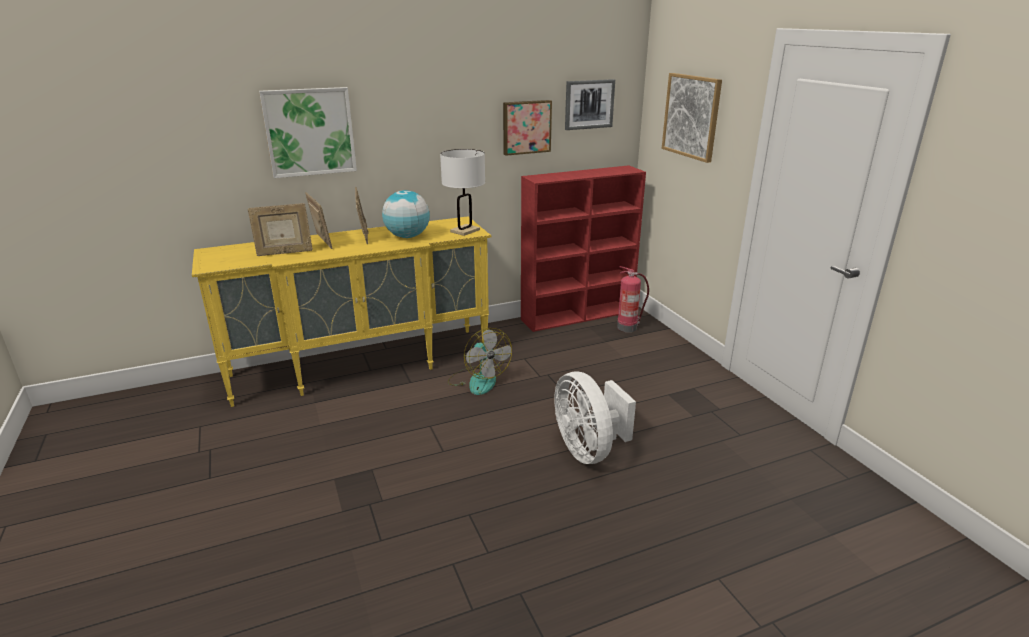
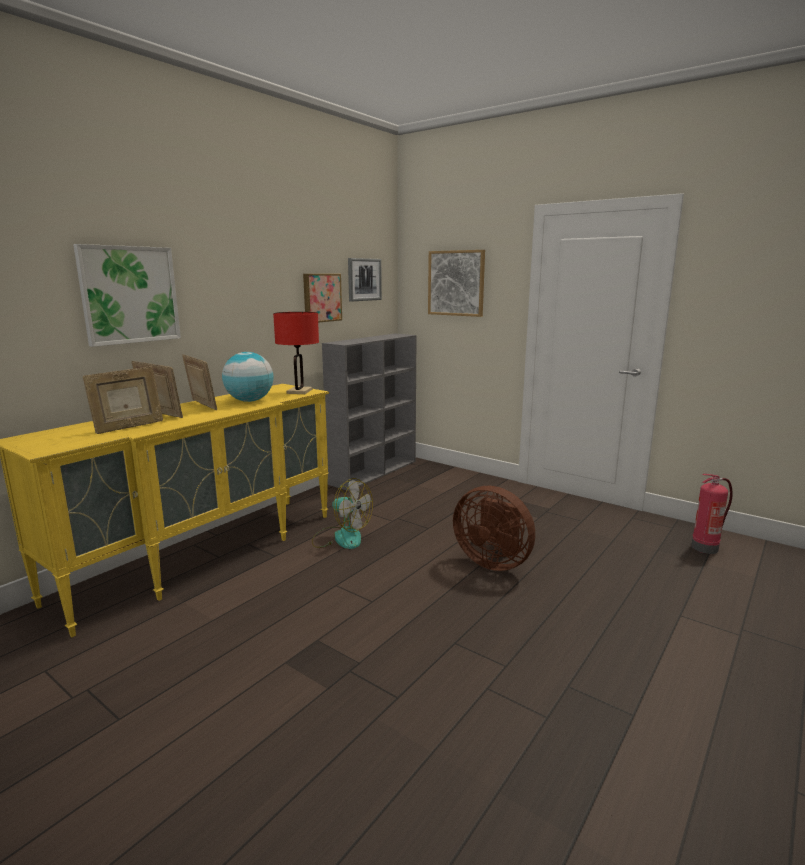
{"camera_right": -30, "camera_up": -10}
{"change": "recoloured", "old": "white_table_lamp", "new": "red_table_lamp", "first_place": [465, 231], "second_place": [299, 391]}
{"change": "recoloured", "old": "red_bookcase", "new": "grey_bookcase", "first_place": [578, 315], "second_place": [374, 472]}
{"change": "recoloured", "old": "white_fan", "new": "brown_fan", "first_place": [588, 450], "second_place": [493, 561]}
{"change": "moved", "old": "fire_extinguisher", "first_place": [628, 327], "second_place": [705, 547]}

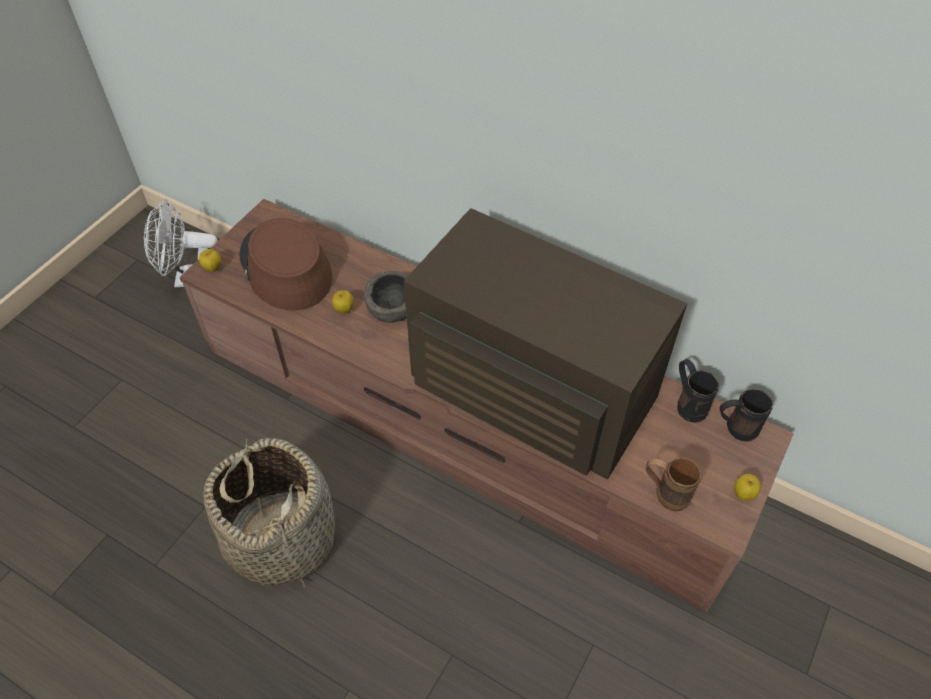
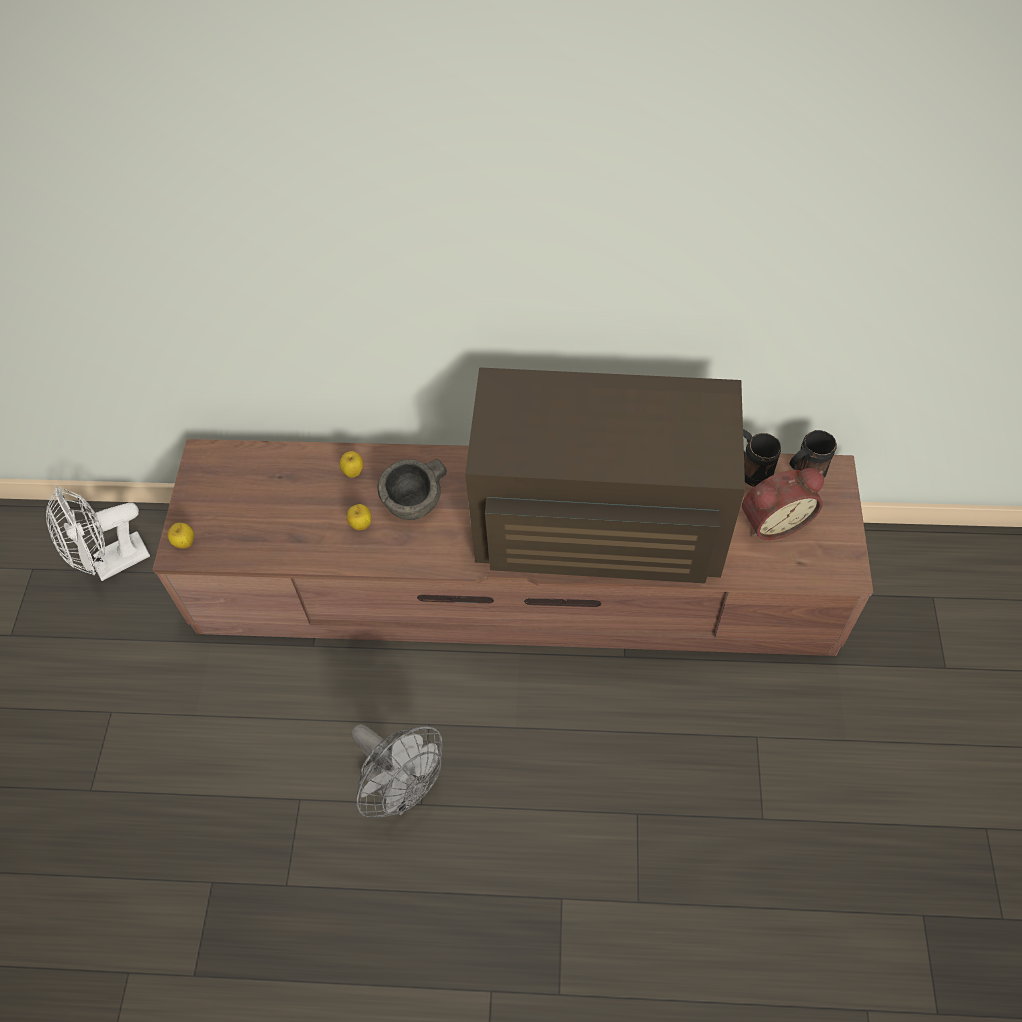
{"camera_right": -25, "camera_up": 5}
{"change": "moved", "old": "apple", "first_place": [743, 495], "second_place": [353, 472]}
{"change": "replaced", "old": "basket", "new": "grey_fan", "first_place": [281, 538], "second_place": [402, 790]}
{"change": "added", "new": "alarm_clock", "second_place": [773, 520]}
{"change": "removed", "old": "brown_hat", "first_place": [285, 268]}
{"change": "removed", "old": "brown_mug", "first_place": [664, 493]}

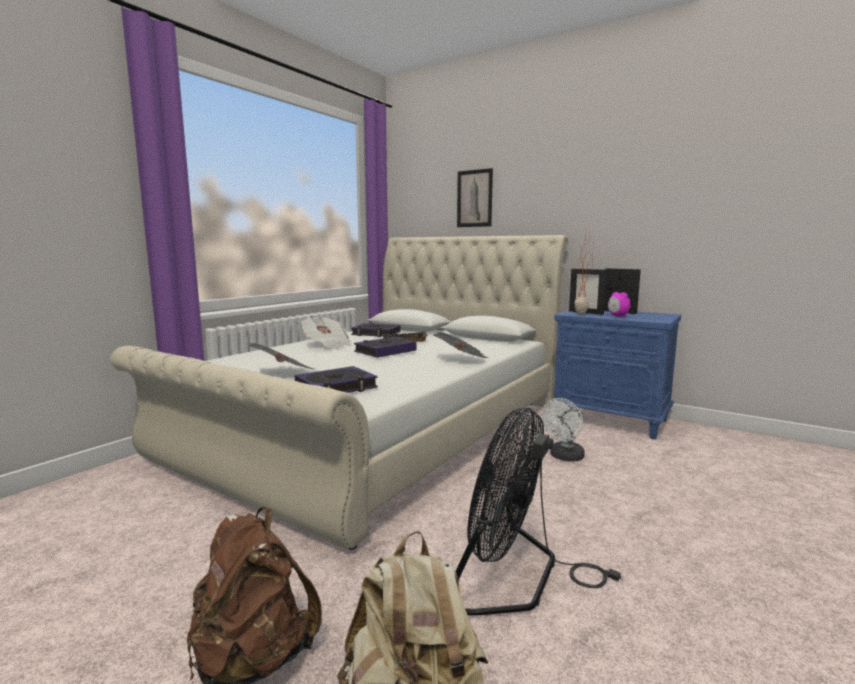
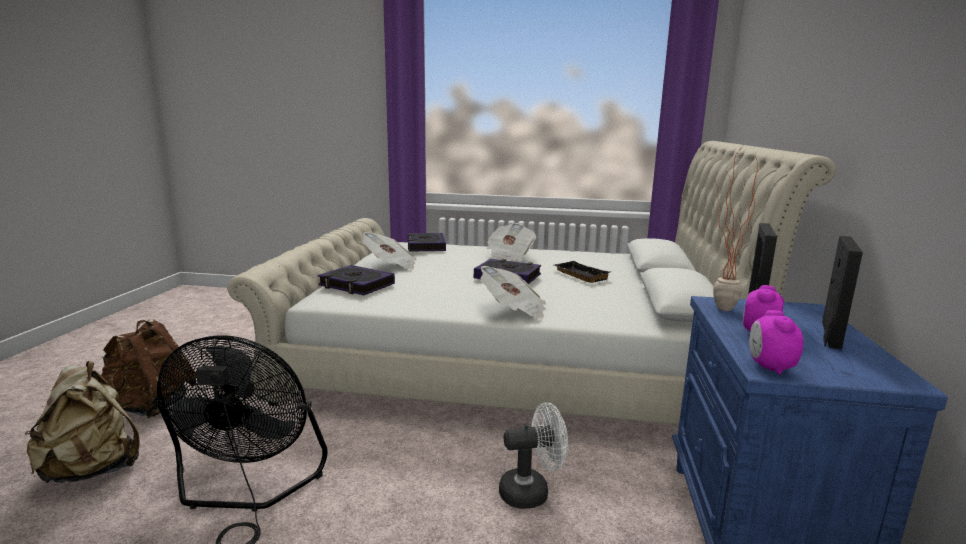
{"camera_right": 65, "camera_up": 5}
{"change": "moved", "old": "book", "first_place": [376, 334], "second_place": [426, 246]}
{"change": "turned", "old": "white_fan", "first_place": [564, 457], "second_place": [531, 492], "degrees": 150}
{"change": "added", "new": "alarm_clock", "second_place": [769, 367]}
{"change": "removed", "old": "picture", "first_place": [474, 198]}

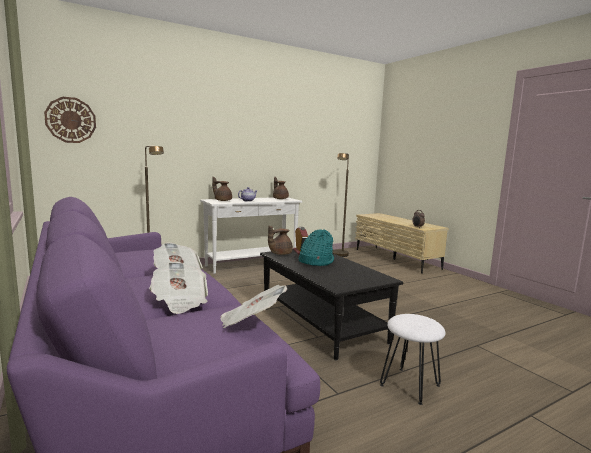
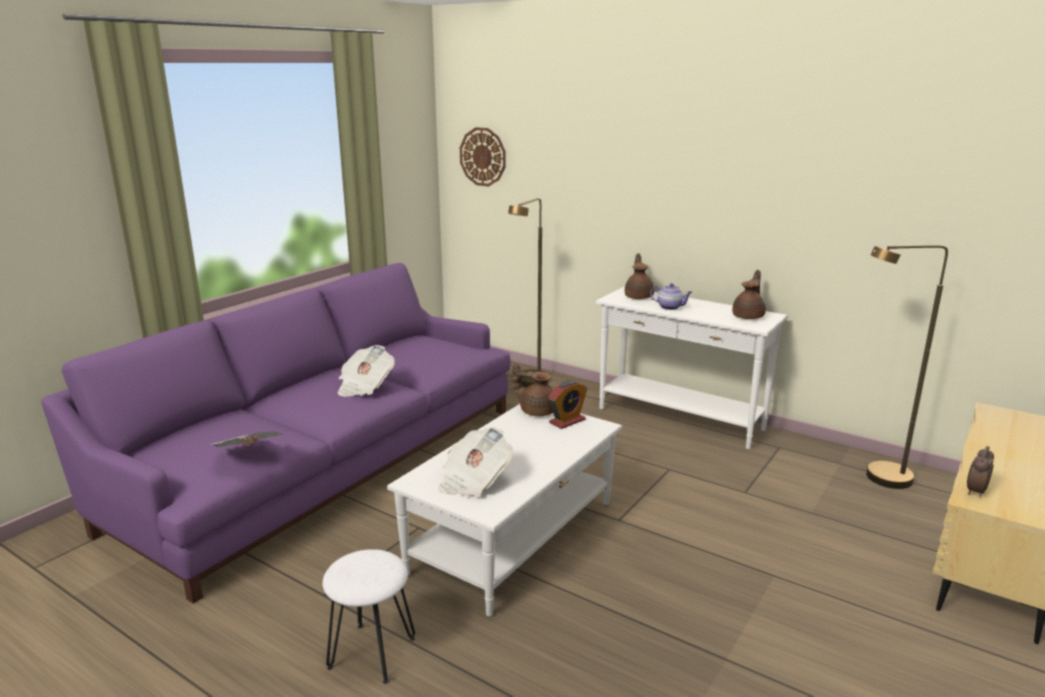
{"camera_right": 65, "camera_up": 10}
{"change": "recoloured", "old": "black_coffee_table", "new": "white_coffee_table", "first_place": [320, 321], "second_place": [514, 536]}
{"change": "moved", "old": "newspaper", "first_place": [180, 302], "second_place": [473, 480]}
{"change": "removed", "old": "turquoise_hat", "first_place": [315, 261]}

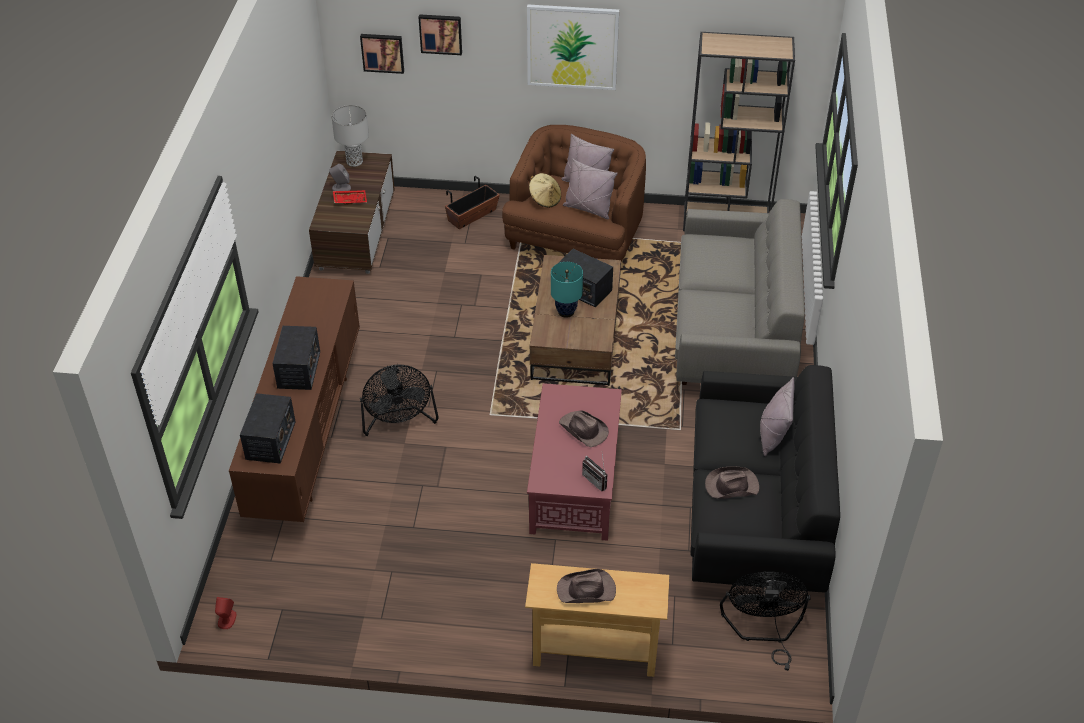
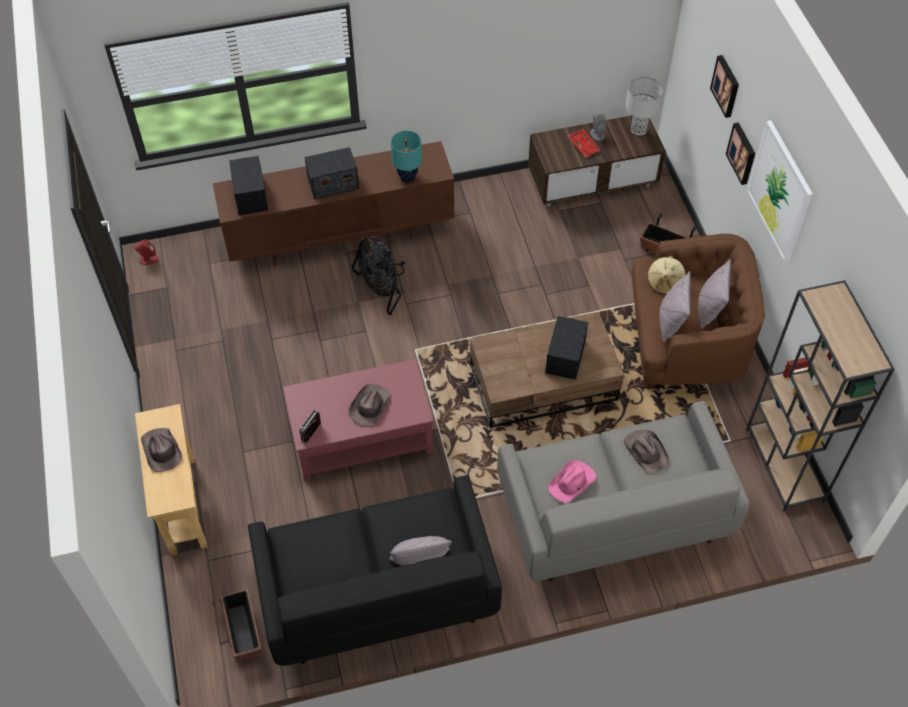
{"camera_right": 70, "camera_up": 10}
{"change": "replaced", "old": "black_fan", "new": "planter", "first_place": [765, 630], "second_place": [243, 632]}
{"change": "turned", "old": "radio", "first_place": [270, 440], "second_place": [250, 195], "degrees": 90}
{"change": "moved", "old": "turquoise_table_lamp", "first_place": [566, 312], "second_place": [407, 177]}
{"change": "added", "new": "pink_hat", "second_place": [572, 482]}
{"change": "moved", "old": "brown_hat", "first_place": [731, 486], "second_place": [645, 451]}
{"change": "moved", "old": "picture", "first_place": [382, 52], "second_place": [742, 153]}

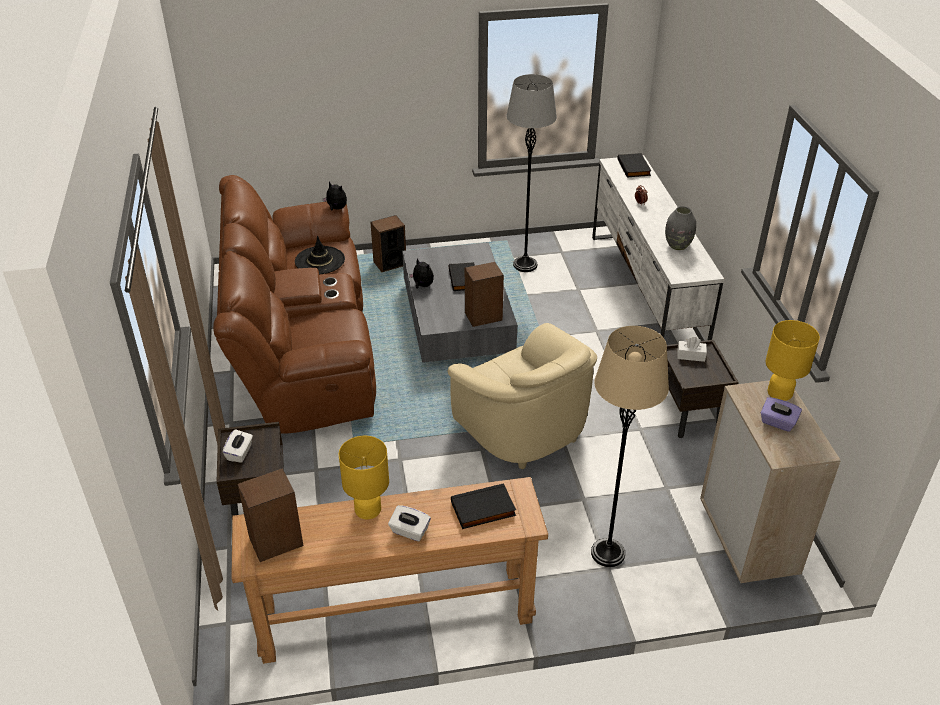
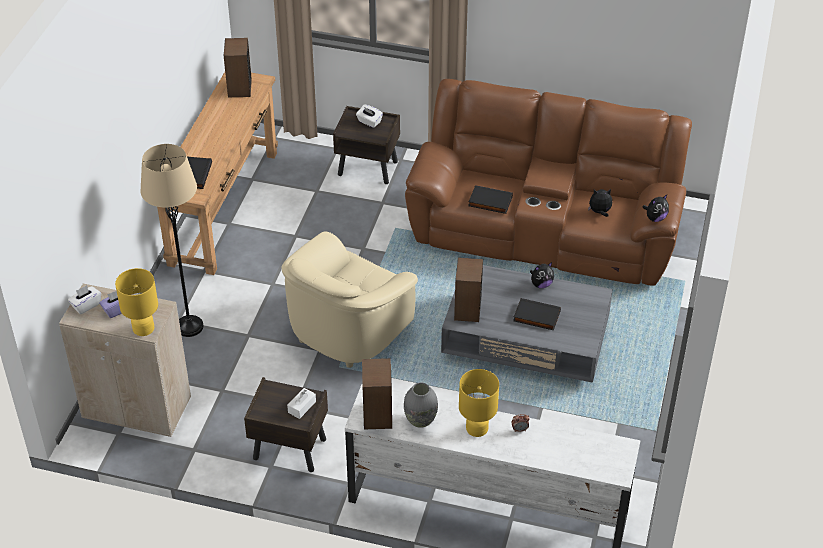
{"camera_right": 115, "camera_up": 5}
{"change": "moved", "old": "white_tissue_box", "first_place": [409, 531], "second_place": [86, 305]}
{"change": "turned", "old": "beige_armchair", "first_place": [521, 428], "second_place": [349, 329], "degrees": -45}
{"change": "moved", "old": "speaker", "first_place": [389, 264], "second_place": [378, 414]}
{"change": "moved", "old": "yellow_table_lamp", "first_place": [368, 509], "second_place": [477, 428]}
{"change": "moved", "old": "black_book", "first_place": [634, 167], "second_place": [489, 202]}
{"change": "replaced", "old": "black_hat", "new": "plush_toy", "first_place": [320, 260], "second_place": [599, 212]}
{"change": "removed", "old": "grey_floor_lamp", "first_place": [525, 265]}

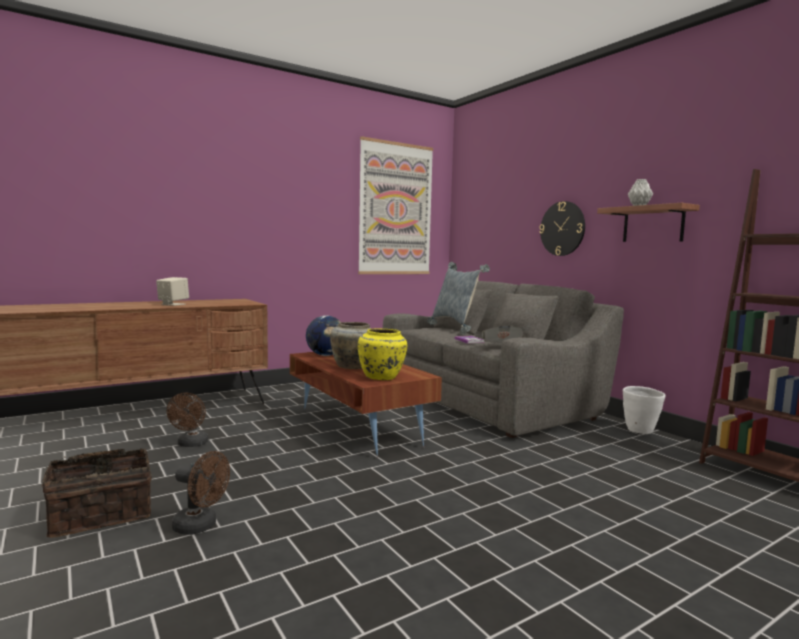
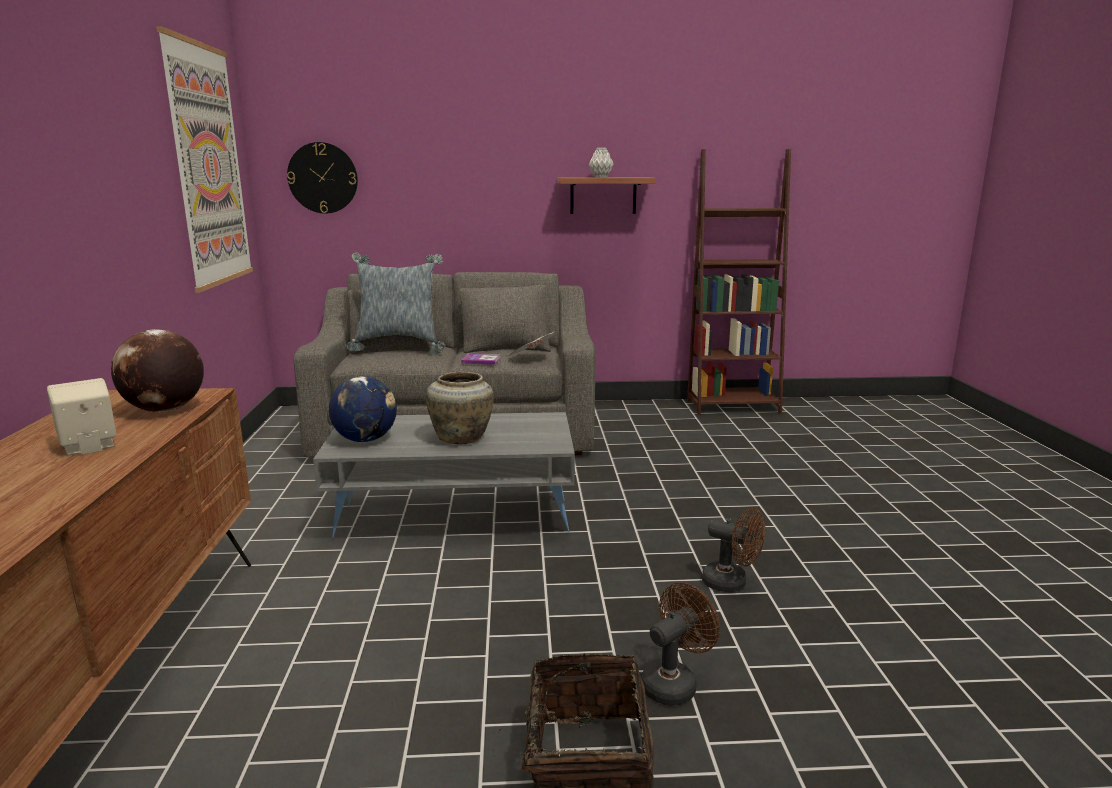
{"camera_right": -60, "camera_up": 10}
{"change": "added", "new": "globe", "second_place": [164, 410]}
{"change": "moved", "old": "wall_clock", "first_place": [562, 228], "second_place": [323, 178]}
{"change": "recoloured", "old": "brown_coffee_table", "new": "grey_coffee_table", "first_place": [359, 427], "second_place": [455, 518]}
{"change": "moved", "old": "brown_fan", "first_place": [191, 444], "second_place": [731, 583]}
{"change": "removed", "old": "yellow_vase", "first_place": [382, 377]}
{"change": "removed", "old": "white_planter", "first_place": [640, 431]}

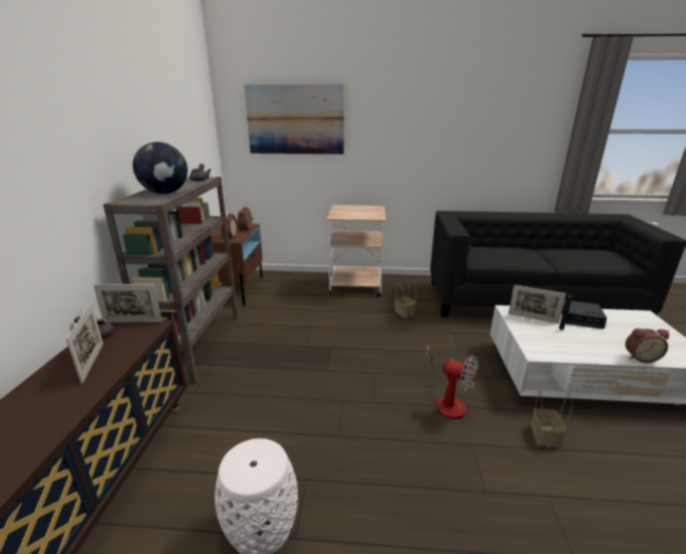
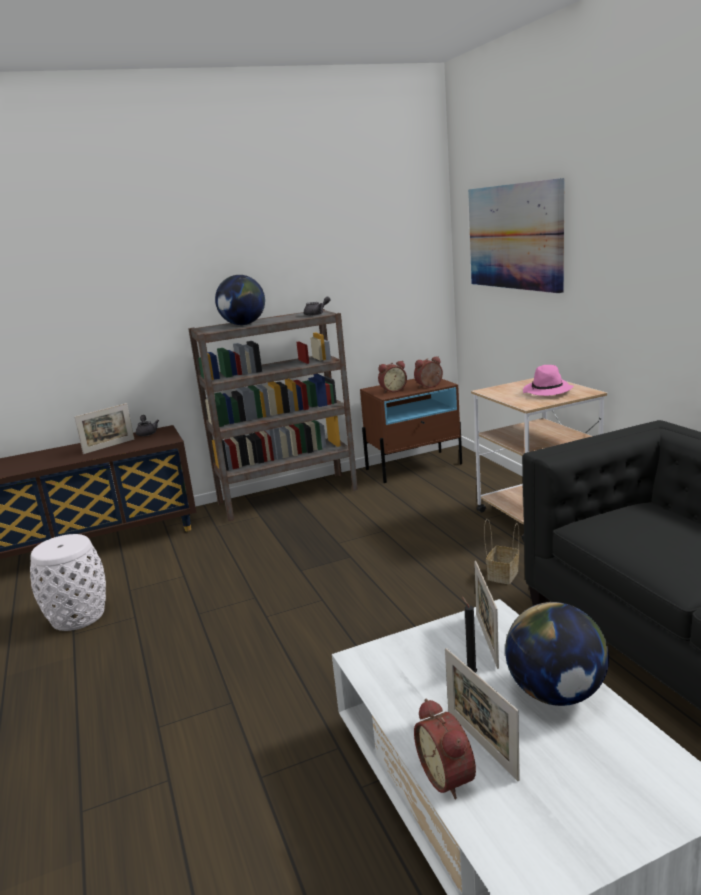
{"camera_right": 65, "camera_up": -5}
{"change": "moved", "old": "picture_frame", "first_place": [133, 322], "second_place": [481, 744]}
{"change": "replaced", "old": "alarm_clock", "new": "globe", "first_place": [580, 318], "second_place": [556, 693]}
{"change": "added", "new": "pink_hat", "second_place": [548, 391]}
{"change": "removed", "old": "fan", "first_place": [446, 400]}
{"change": "removed", "old": "basket", "first_place": [544, 435]}

